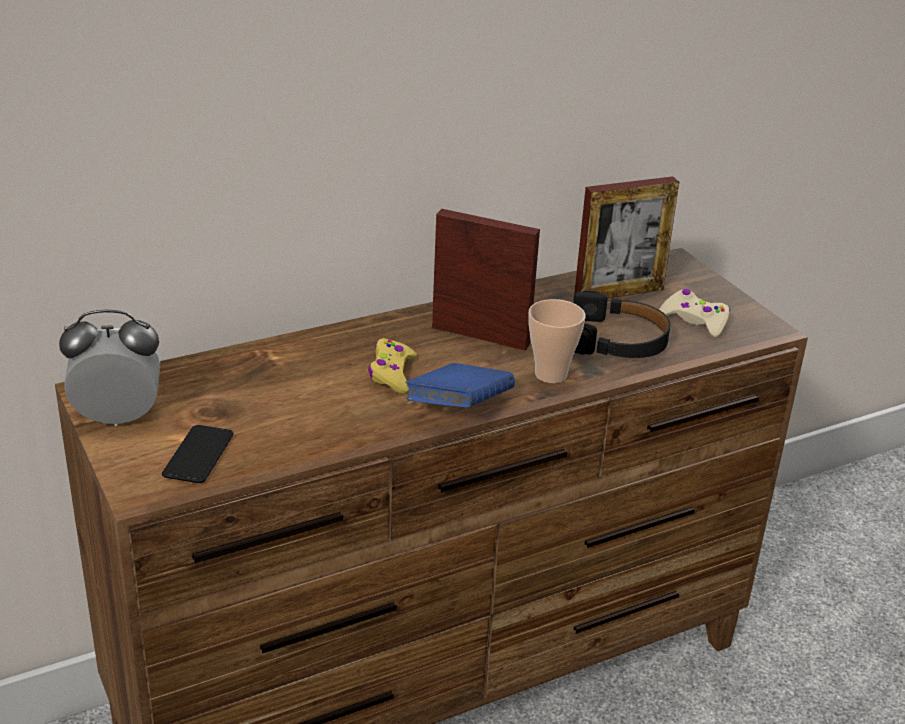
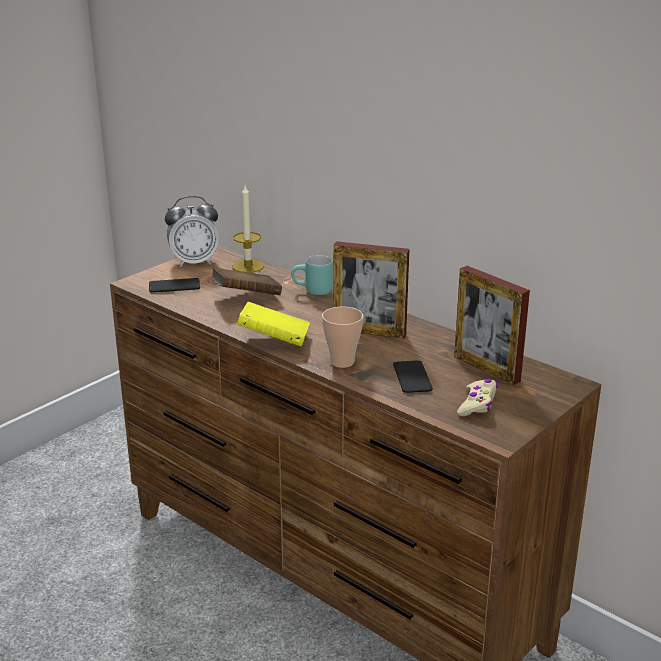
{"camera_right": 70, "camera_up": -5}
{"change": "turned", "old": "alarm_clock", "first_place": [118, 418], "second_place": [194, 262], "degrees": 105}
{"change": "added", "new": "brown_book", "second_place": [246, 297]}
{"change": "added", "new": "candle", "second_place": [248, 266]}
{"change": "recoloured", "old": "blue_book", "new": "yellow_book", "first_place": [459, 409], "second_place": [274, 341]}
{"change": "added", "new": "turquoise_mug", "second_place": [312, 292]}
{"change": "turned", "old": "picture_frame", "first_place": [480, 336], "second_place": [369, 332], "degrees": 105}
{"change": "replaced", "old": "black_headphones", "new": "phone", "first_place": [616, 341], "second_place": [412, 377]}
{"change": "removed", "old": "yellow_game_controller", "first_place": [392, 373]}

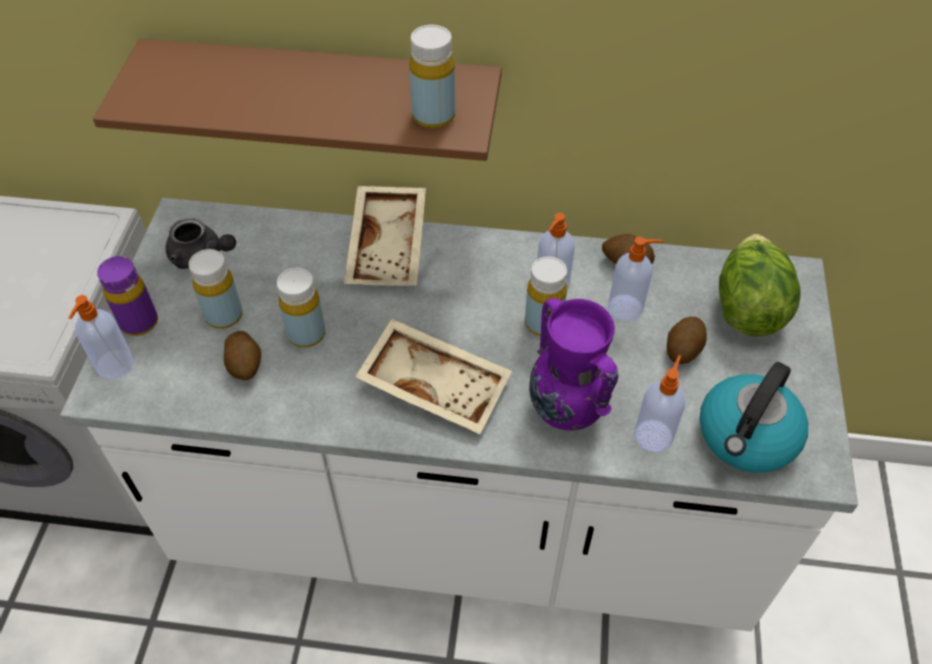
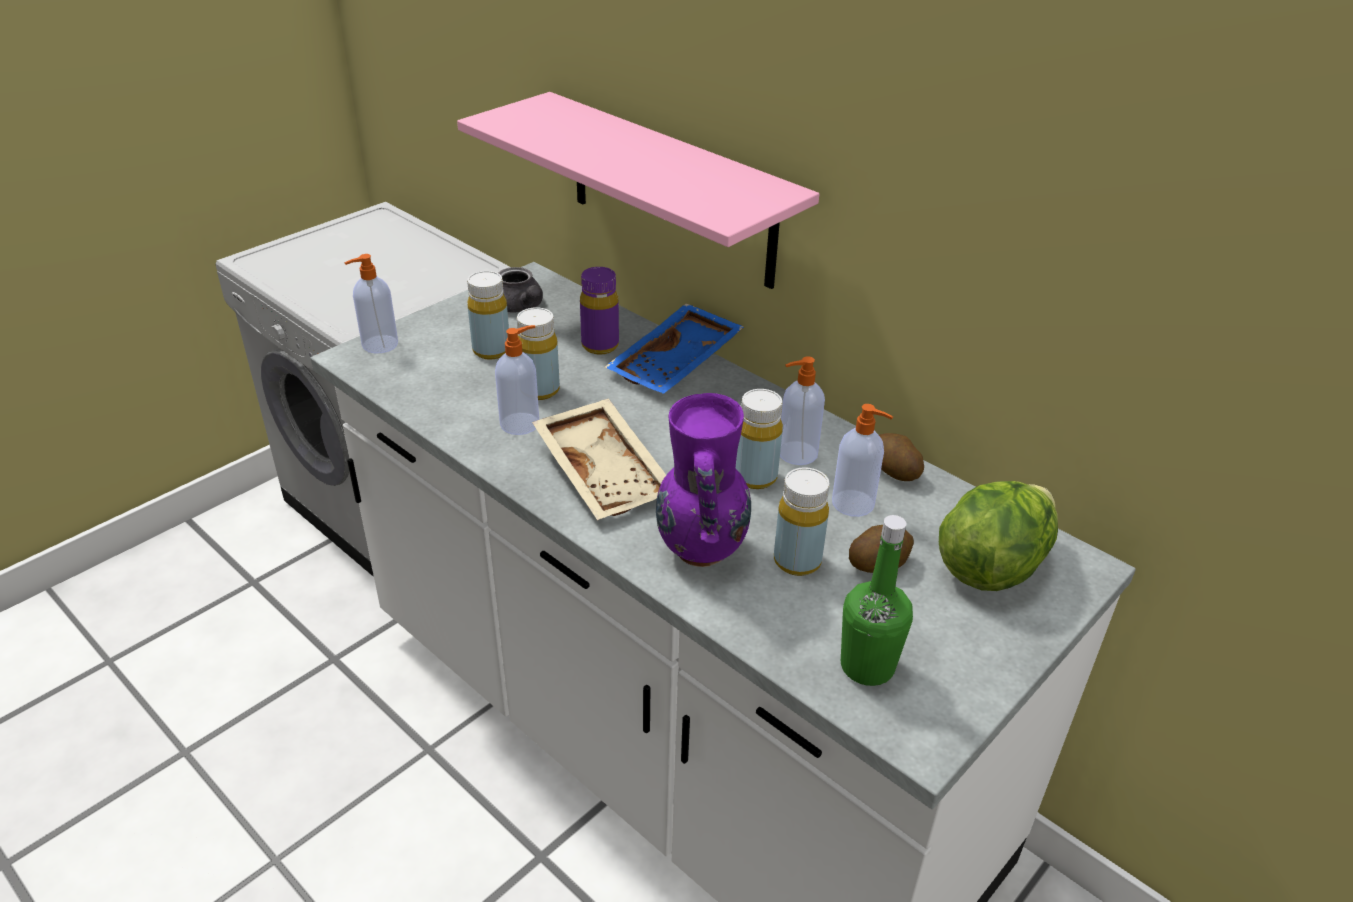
{"camera_right": 35, "camera_up": -15}
{"change": "recoloured", "old": "brown_shelf", "new": "pink_shelf", "first_place": [324, 98], "second_place": [671, 191]}
{"change": "moved", "old": "soap_dispenser", "first_place": [654, 434], "second_place": [521, 423]}
{"change": "moved", "old": "purple_bottle", "first_place": [139, 323], "second_place": [600, 346]}
{"change": "recoloured", "old": "beige_tray", "new": "blue_tray", "first_place": [390, 247], "second_place": [677, 364]}
{"change": "moved", "old": "yellow_bottle", "first_place": [433, 116], "second_place": [797, 561]}
{"change": "replaced", "old": "kettle", "new": "green_bottle", "first_place": [746, 437], "second_place": [867, 666]}
{"change": "removed", "old": "potato", "first_place": [245, 365]}

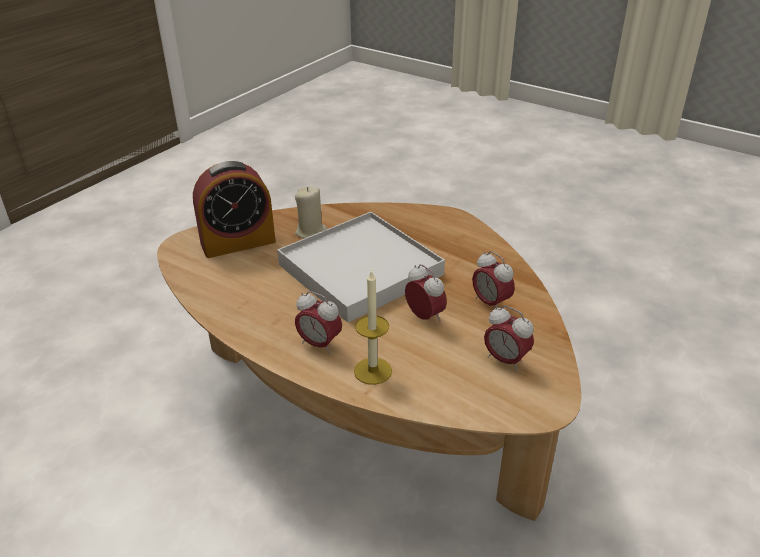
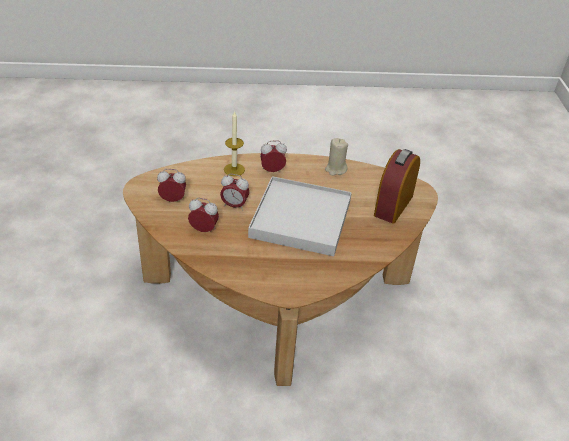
{"camera_right": 140, "camera_up": 5}
{"change": "moved", "old": "beige_candle", "first_place": [311, 232], "second_place": [335, 169]}

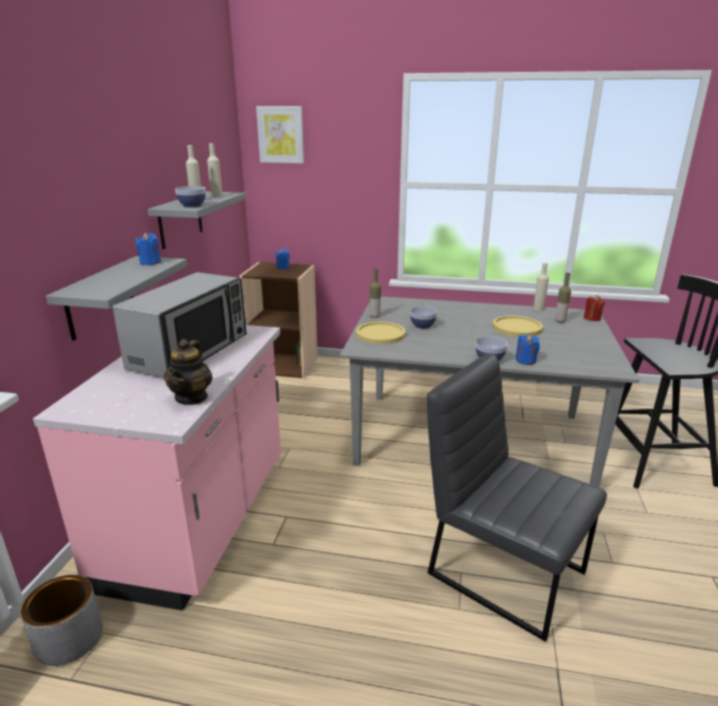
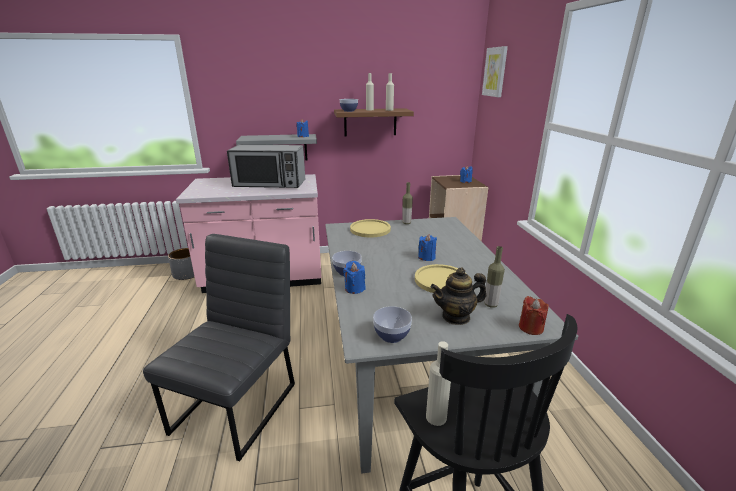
{"camera_right": 70, "camera_up": 0}
{"change": "recoloured", "old": "grey_shelf", "new": "brown_shelf", "first_place": [180, 219], "second_place": [370, 122]}
{"change": "moved", "old": "bowl", "first_place": [422, 326], "second_place": [391, 336]}
{"change": "added", "new": "blue_candle", "second_place": [426, 257]}
{"change": "moved", "old": "beige_bottle", "first_place": [538, 309], "second_place": [436, 417]}
{"change": "moved", "old": "teapot", "first_place": [192, 397], "second_place": [456, 317]}

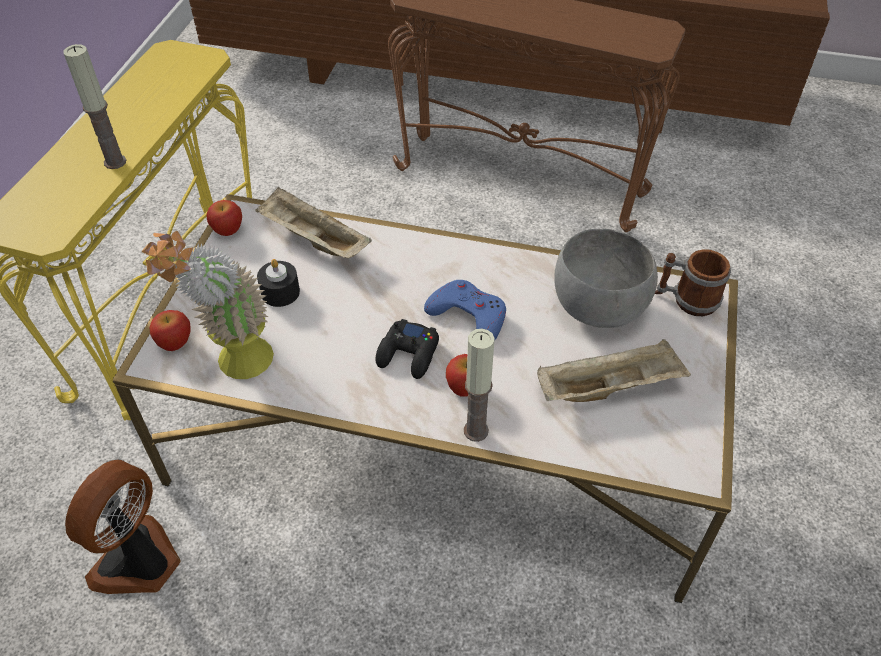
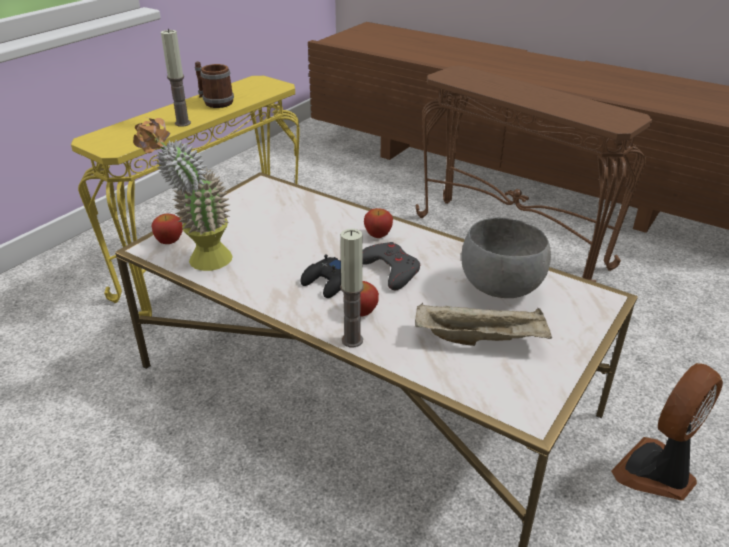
{"camera_right": 20, "camera_up": -15}
{"change": "moved", "old": "mug", "first_place": [686, 300], "second_place": [214, 102]}
{"change": "recoloured", "old": "blue_game_controller", "new": "grey_game_controller", "first_place": [468, 315], "second_place": [390, 270]}
{"change": "moved", "old": "apple", "first_place": [228, 230], "second_place": [378, 235]}
{"change": "moved", "old": "fan", "first_place": [140, 562], "second_place": [657, 473]}
{"change": "removed", "old": "beige_tray", "first_place": [312, 240]}
{"change": "removed", "old": "black_candle", "first_place": [280, 292]}

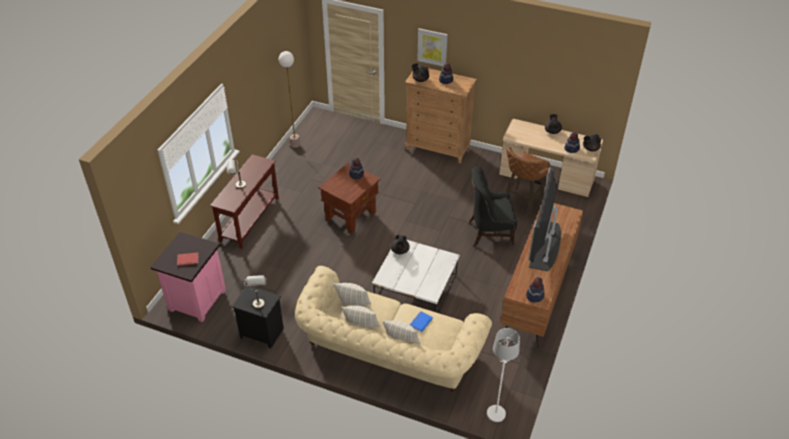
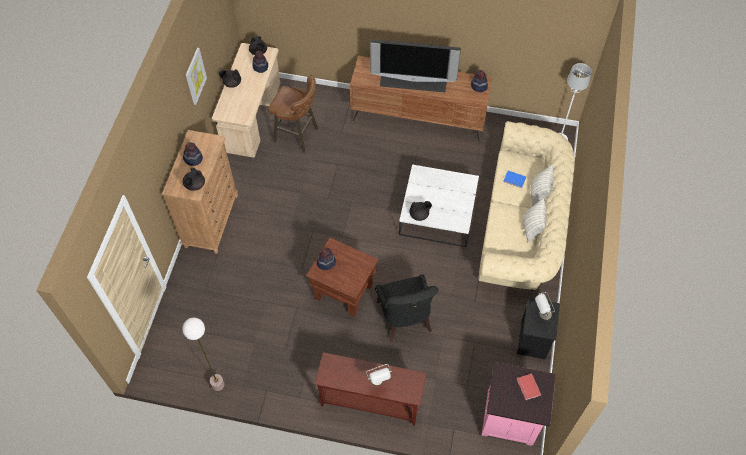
{"camera_right": -100, "camera_up": 15}
{"change": "moved", "old": "picture", "first_place": [432, 47], "second_place": [195, 76]}
{"change": "moved", "old": "black_armchair", "first_place": [489, 232], "second_place": [405, 317]}
{"change": "removed", "old": "pillow", "first_place": [353, 304]}

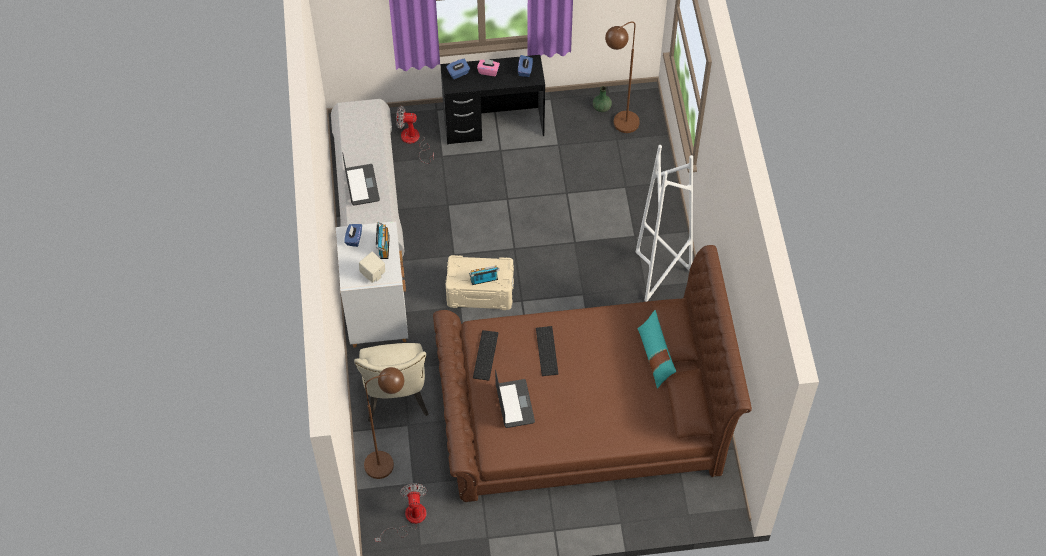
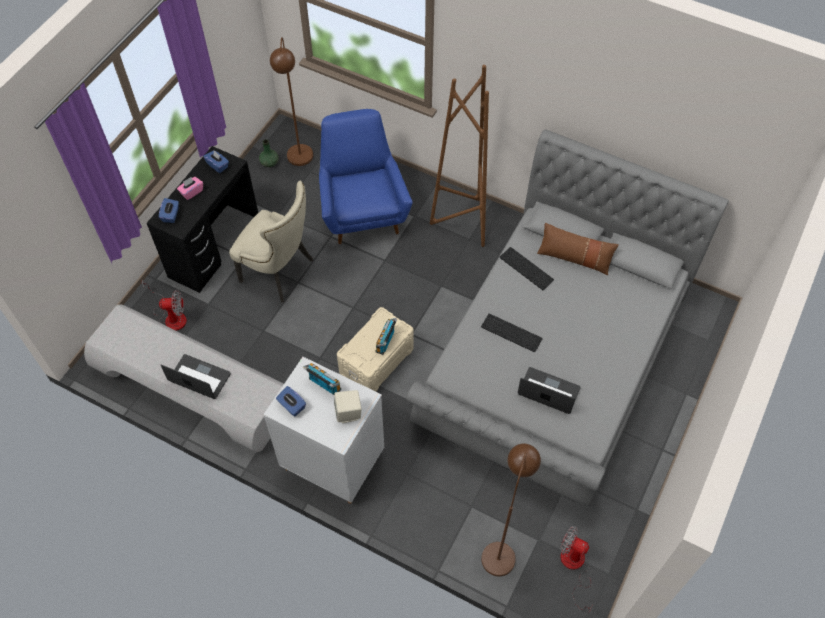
{"camera_right": -55, "camera_up": 0}
{"change": "turned", "old": "fan", "first_place": [414, 141], "second_place": [171, 316], "degrees": -135}
{"change": "moved", "old": "beige_chair", "first_place": [396, 398], "second_place": [278, 272]}
{"change": "added", "new": "blue_armchair", "second_place": [362, 212]}
{"change": "recoloured", "old": "brown_bed", "new": "grey_bed", "first_place": [582, 408], "second_place": [554, 354]}
{"change": "recoloured", "old": "white_clothes_rack", "new": "brown_clothes_rack", "first_place": [658, 275], "second_place": [464, 223]}
{"change": "moved", "old": "keyboard", "first_place": [486, 356], "second_place": [527, 268]}
{"change": "recoloured", "old": "turquoise_pillow", "new": "brown_pillow", "first_place": [655, 356], "second_place": [574, 258]}

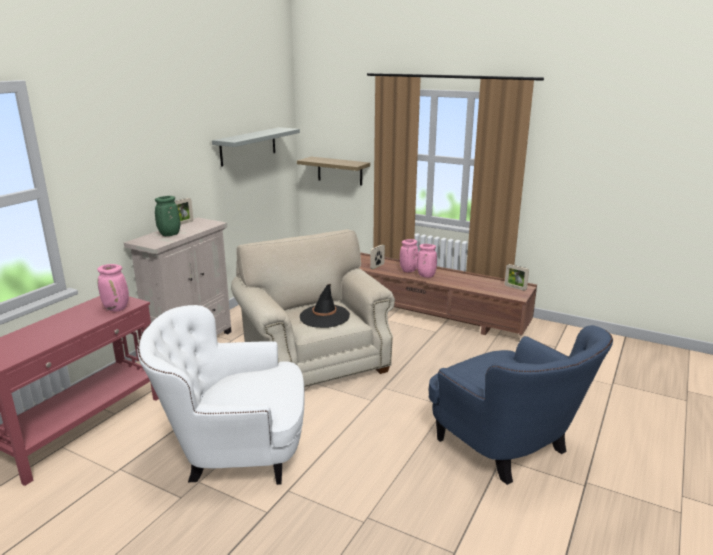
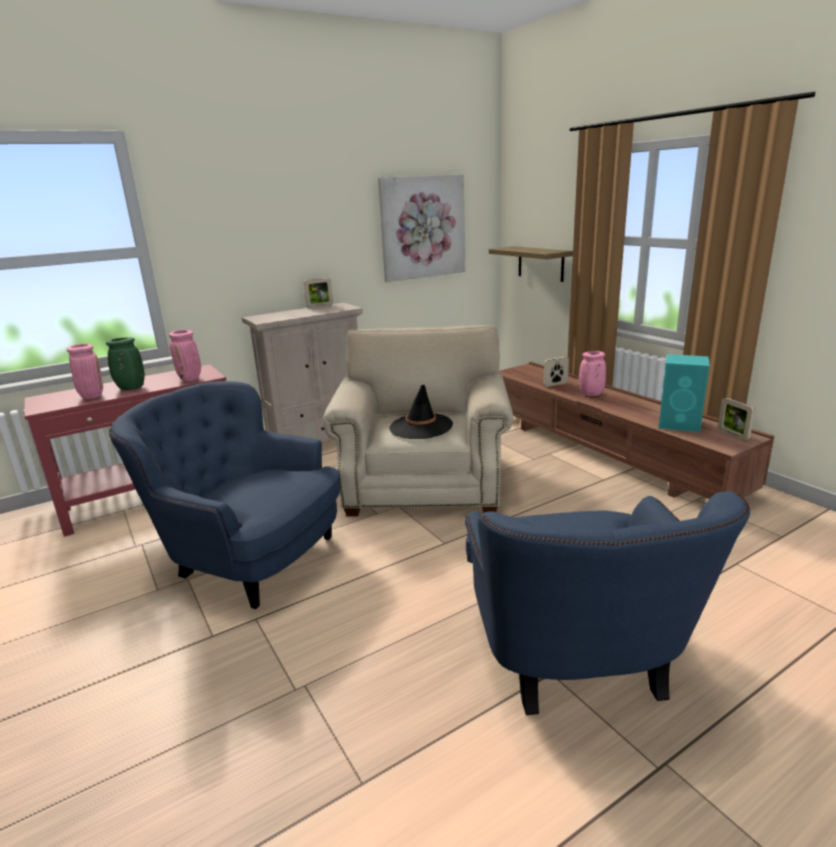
{"camera_right": 30, "camera_up": 0}
{"change": "moved", "old": "pink_vase", "first_place": [425, 276], "second_place": [91, 396]}
{"change": "moved", "old": "green_vase", "first_place": [169, 235], "second_place": [130, 388]}
{"change": "recoloured", "old": "white_armchair", "new": "blue_armchair", "first_place": [234, 451], "second_place": [249, 557]}
{"change": "replaced", "old": "grey_shelf", "new": "picture", "first_place": [248, 146], "second_place": [422, 227]}
{"change": "added", "new": "turquoise_speaker", "second_place": [680, 424]}

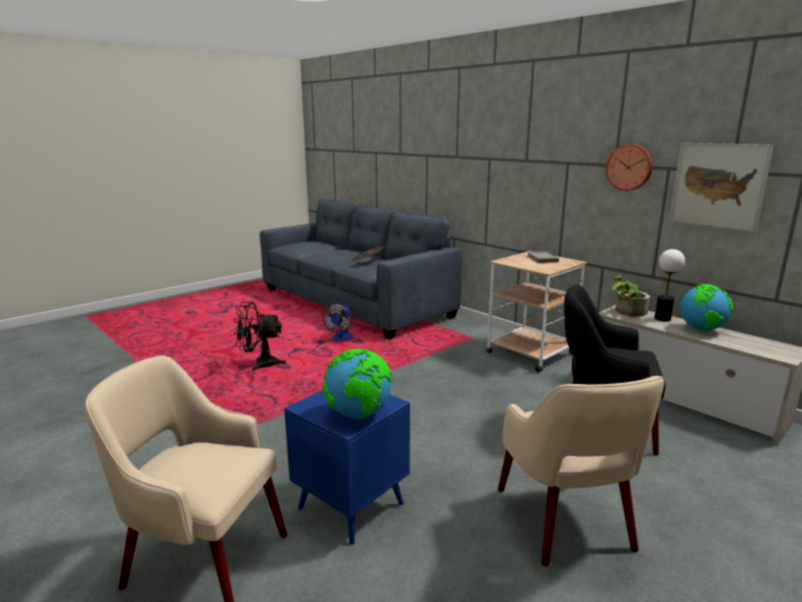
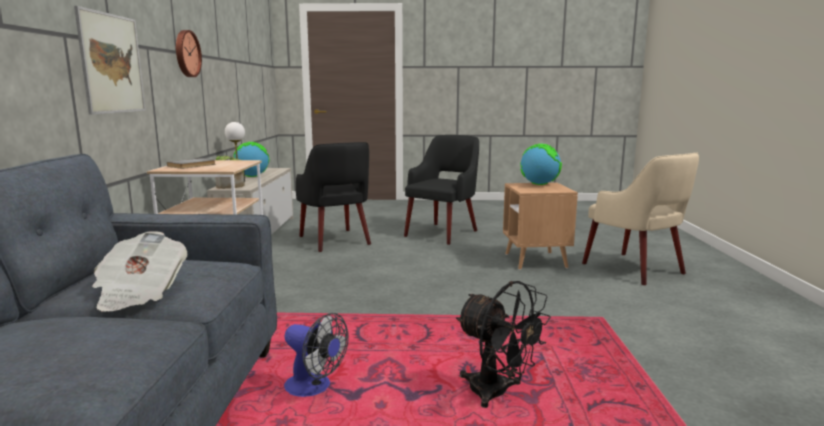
{"camera_right": -135, "camera_up": -5}
{"change": "moved", "old": "picture", "first_place": [718, 185], "second_place": [112, 63]}
{"change": "turned", "old": "fan", "first_place": [341, 339], "second_place": [314, 388], "degrees": 60}
{"change": "recoloured", "old": "beige_armchair", "new": "black_armchair", "first_place": [565, 521], "second_place": [442, 233]}
{"change": "recoloured", "old": "blue_side_table", "new": "brown_side_table", "first_place": [351, 506], "second_place": [535, 261]}

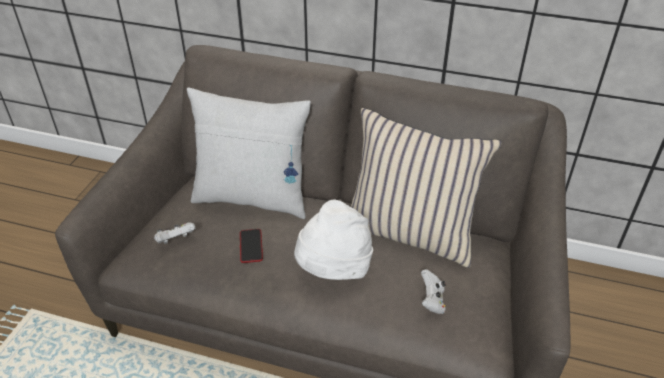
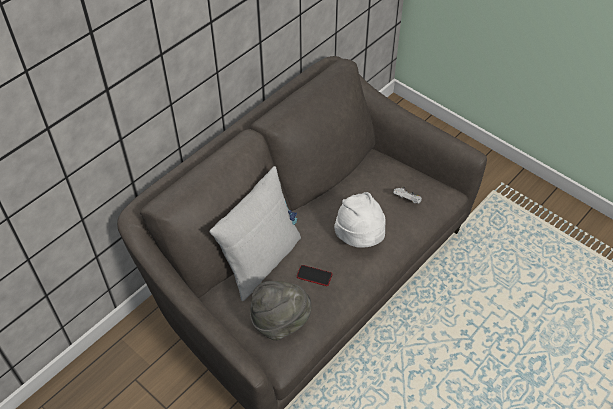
{"camera_right": -65, "camera_up": 10}
{"change": "replaced", "old": "white_game_controller", "new": "grey_hat", "first_place": [176, 240], "second_place": [280, 321]}
{"change": "removed", "old": "beige_pillow", "first_place": [410, 232]}

